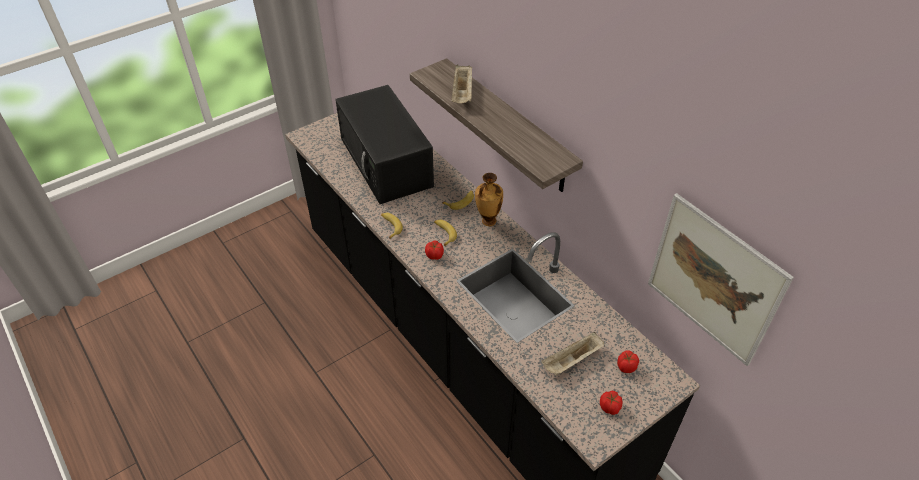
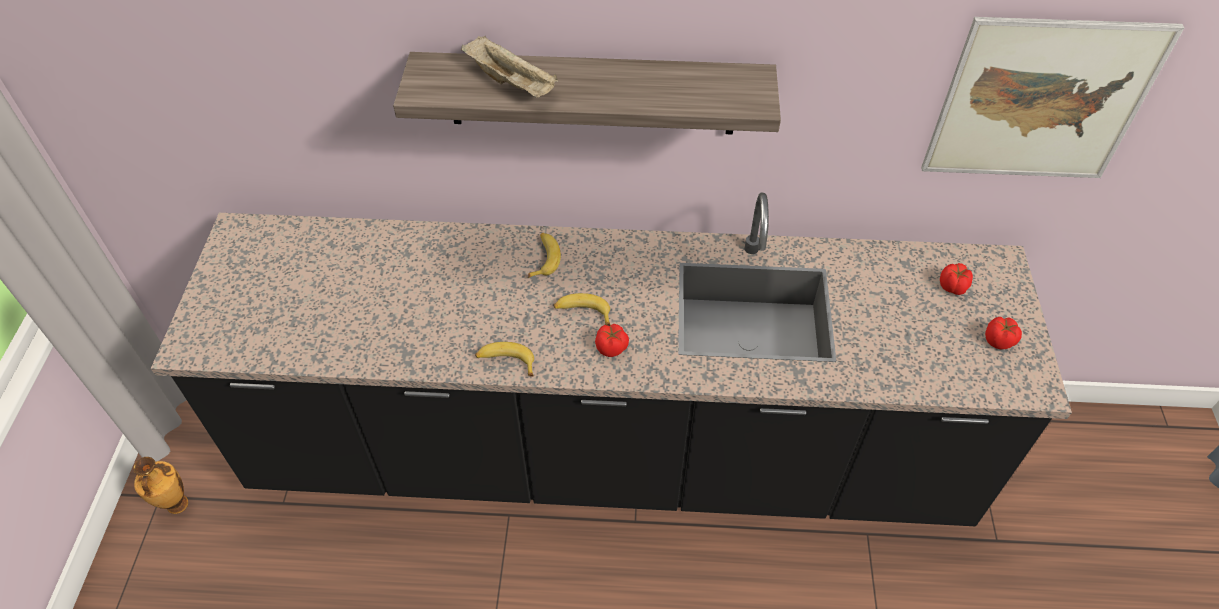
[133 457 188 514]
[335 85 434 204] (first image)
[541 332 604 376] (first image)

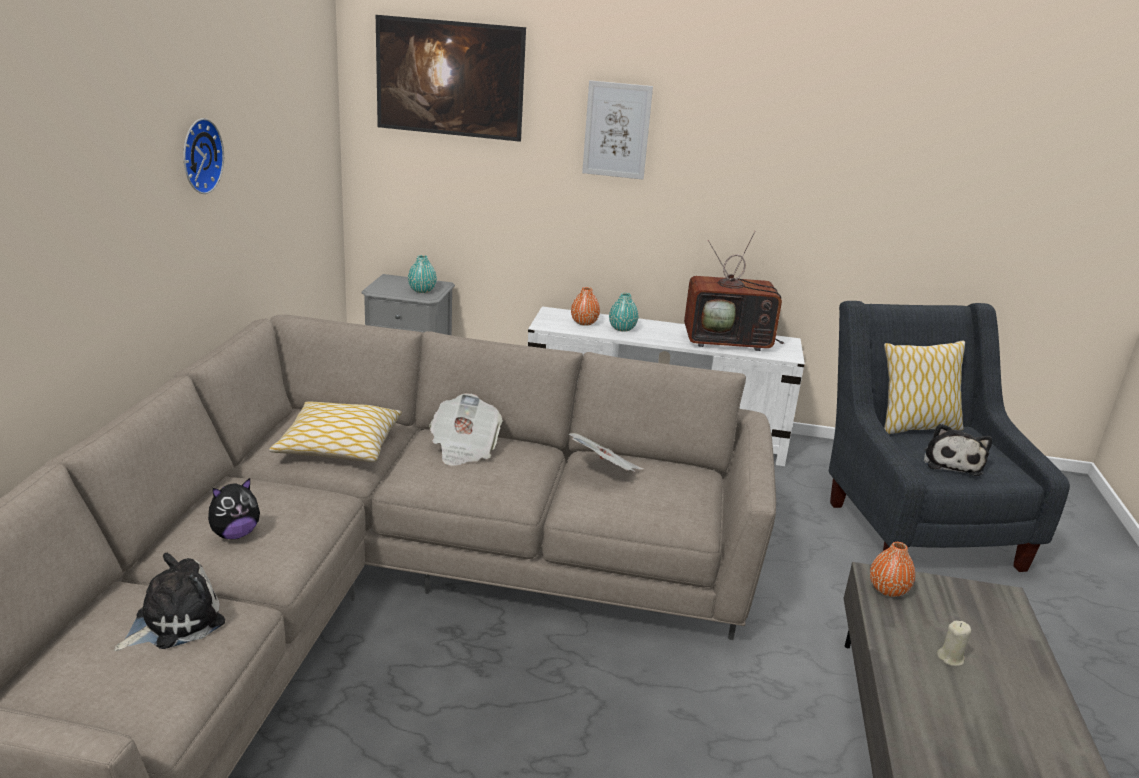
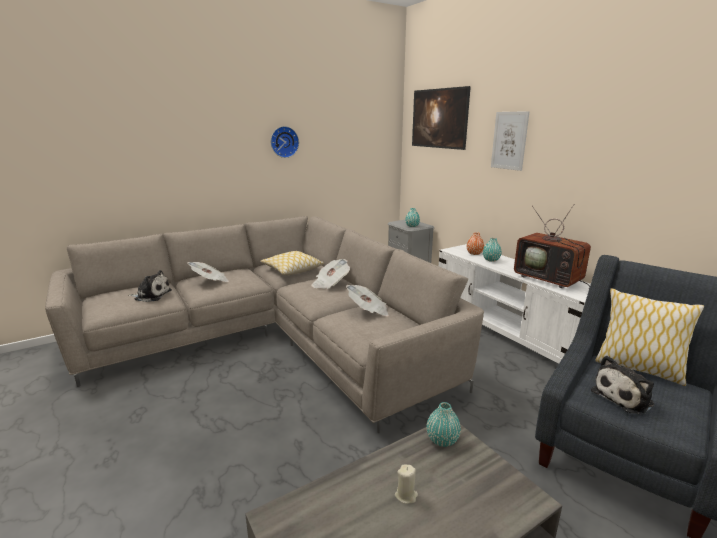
[187 262 229 282]
[426 402 461 447]

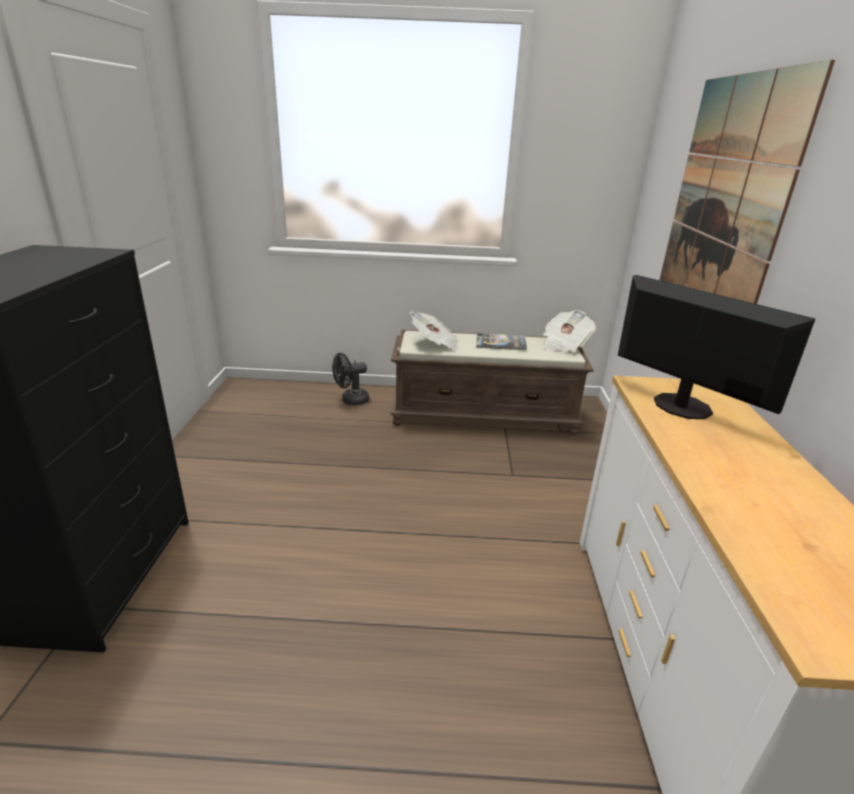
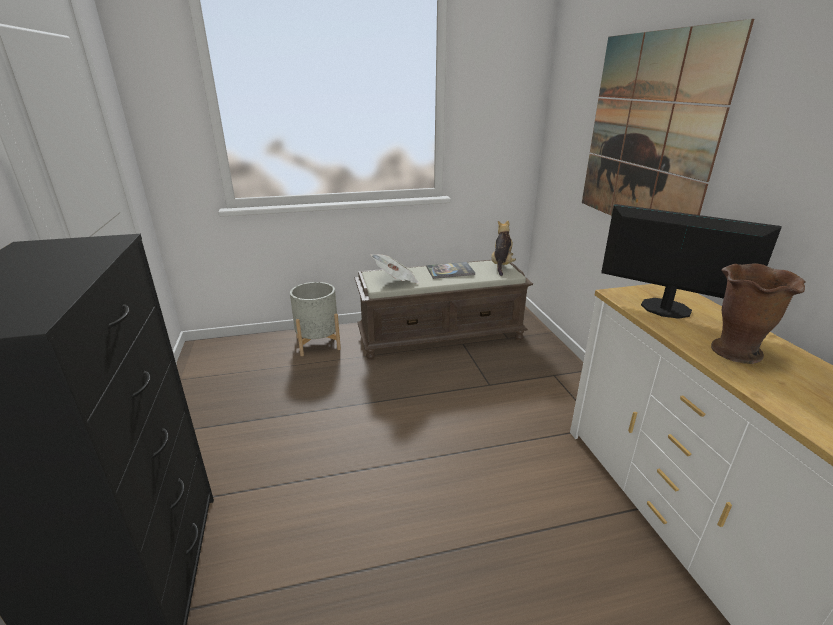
[290 282 341 356]
[491 220 516 276]
[711 264 806 364]

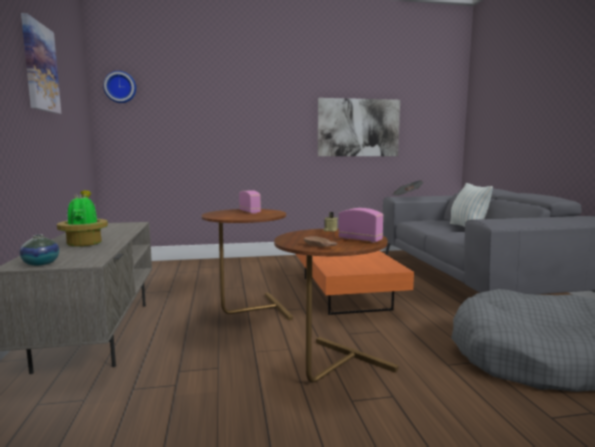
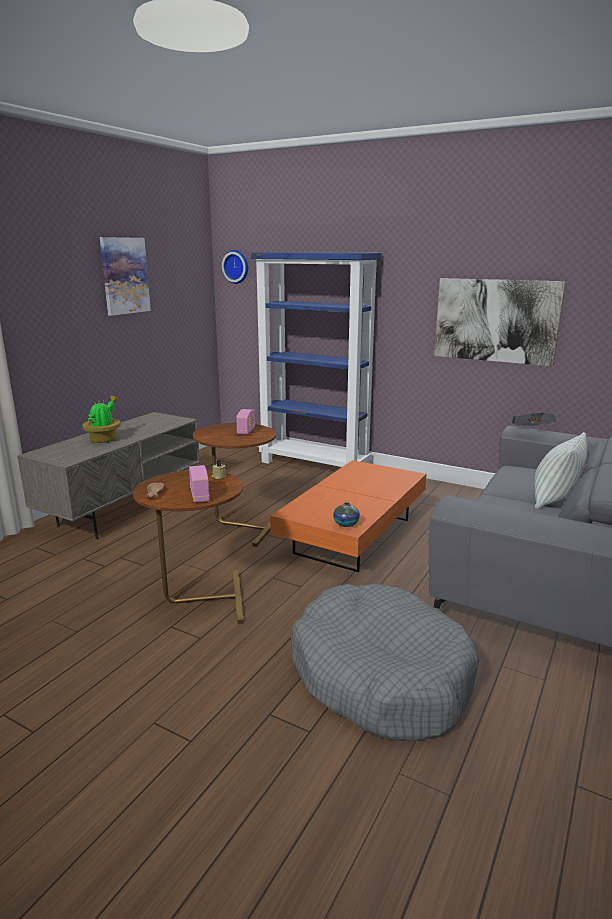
[251 252 382 467]
[333 502 360 527]

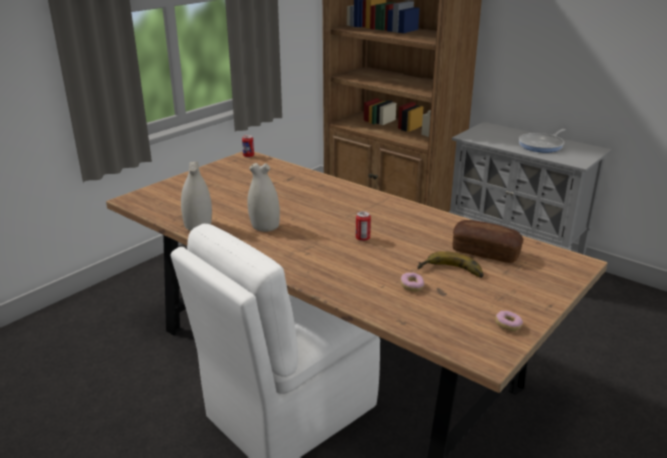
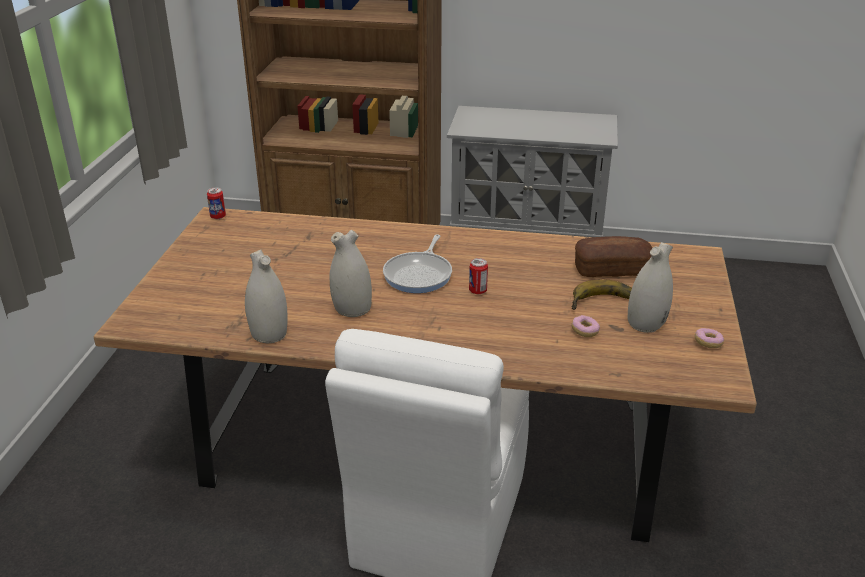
[383 234 452 293]
[628 242 673 333]

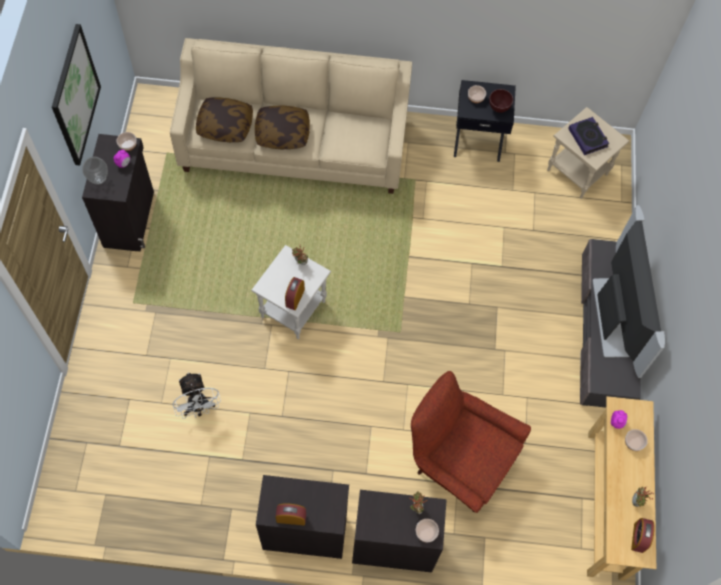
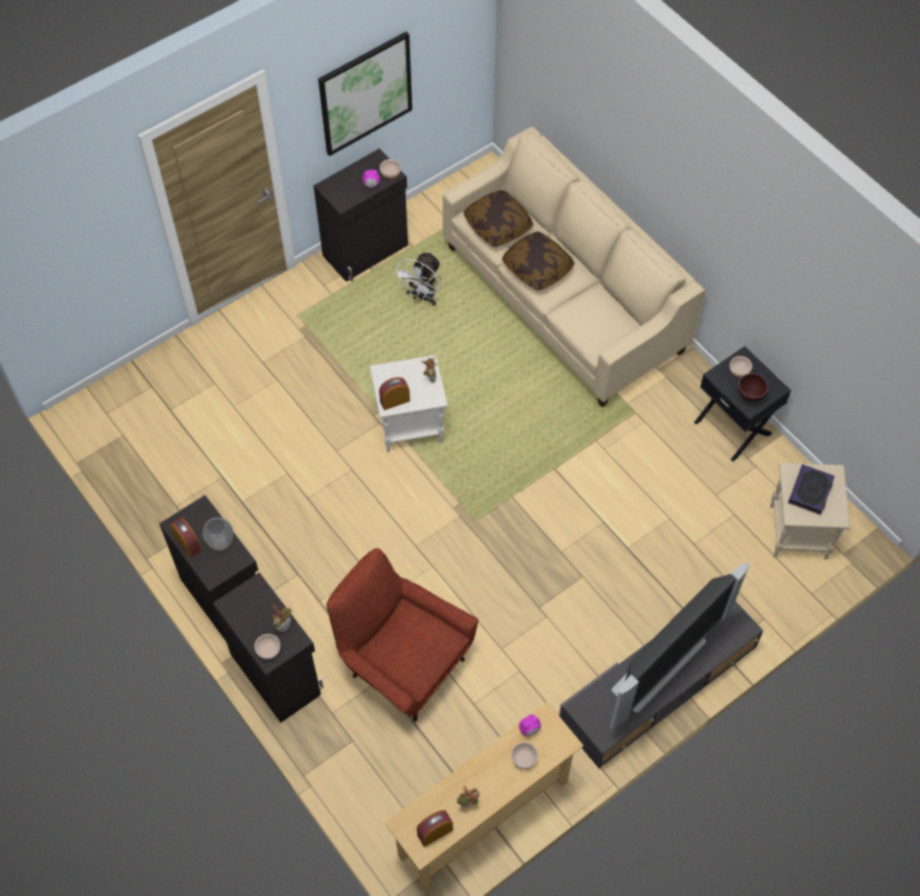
[202 517 233 550]
[326 548 478 722]
[394 252 441 306]

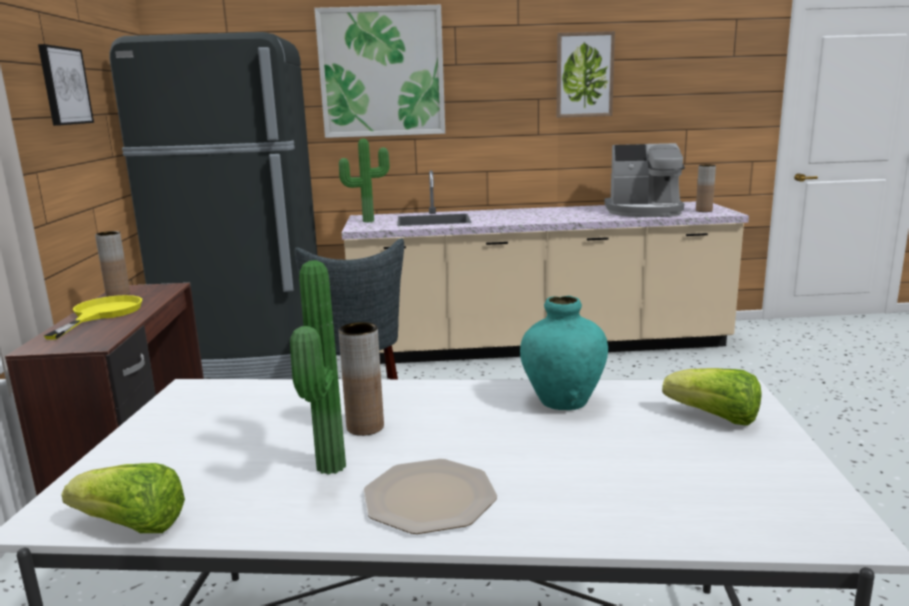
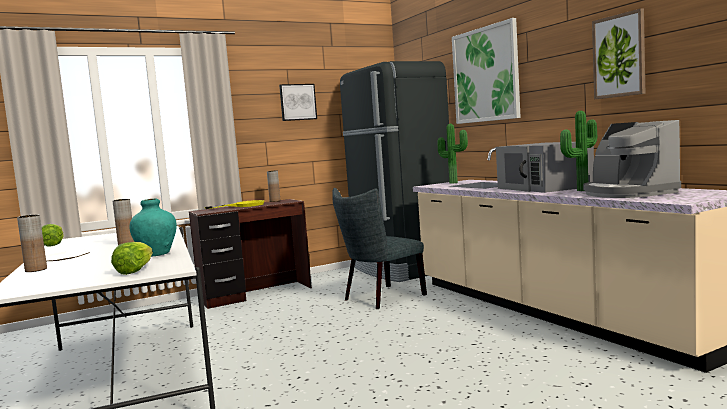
[17 214 47 272]
[496 142 594 193]
[560 111 597 191]

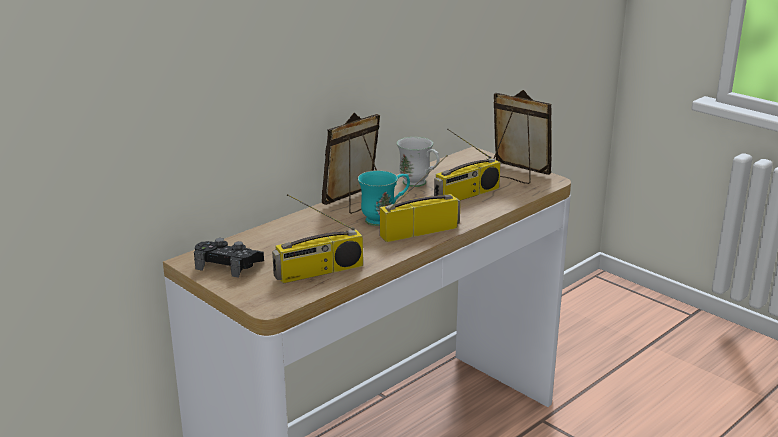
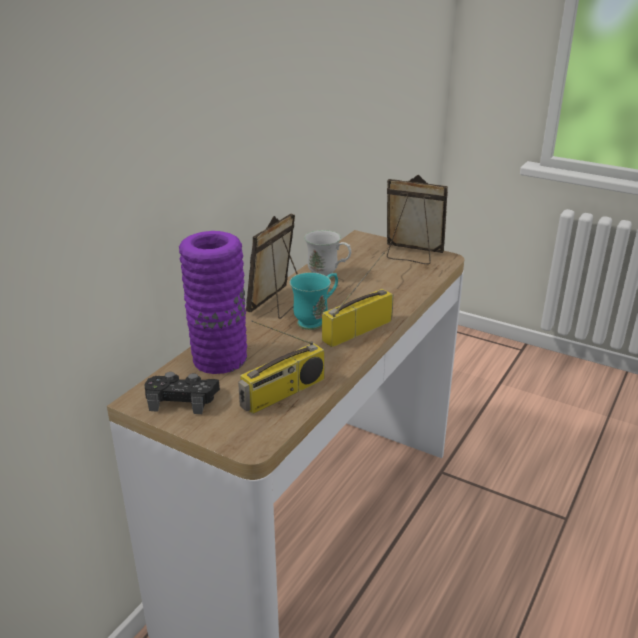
[179 231 247 374]
[434 129 501 201] (first image)

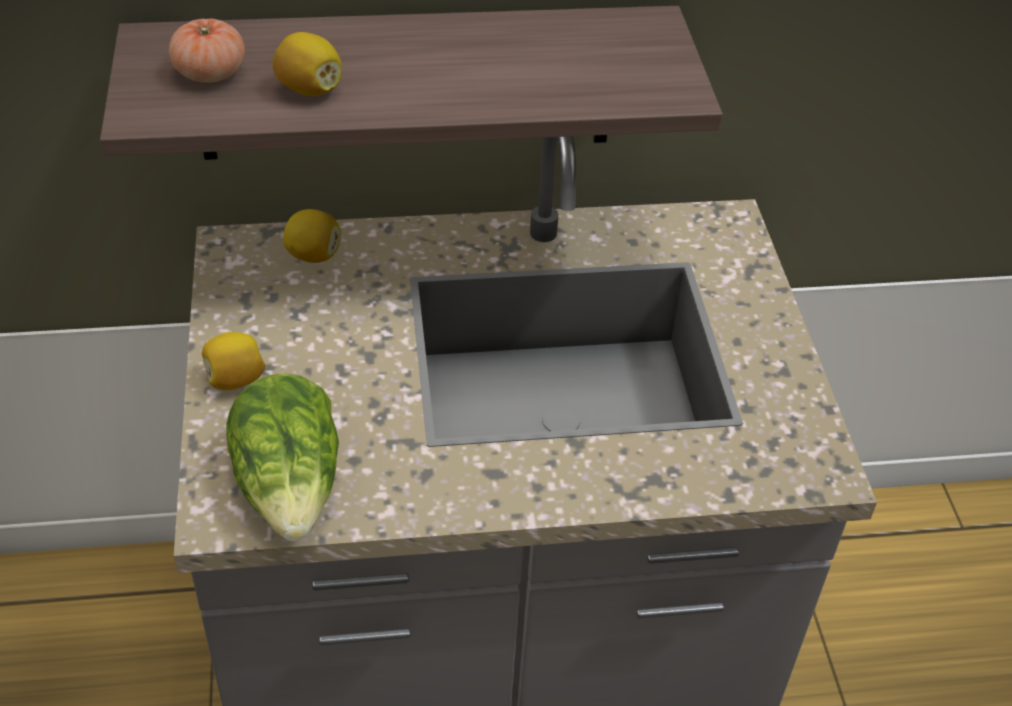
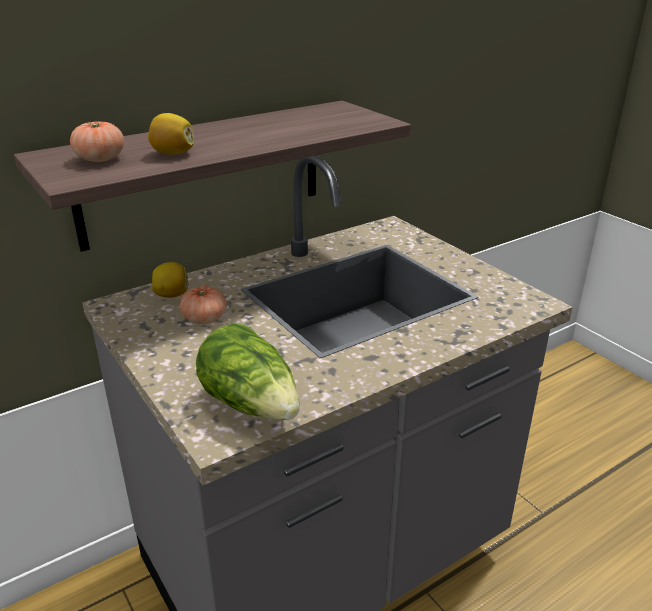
[180 286 226 324]
[202 332 266 390] (first image)

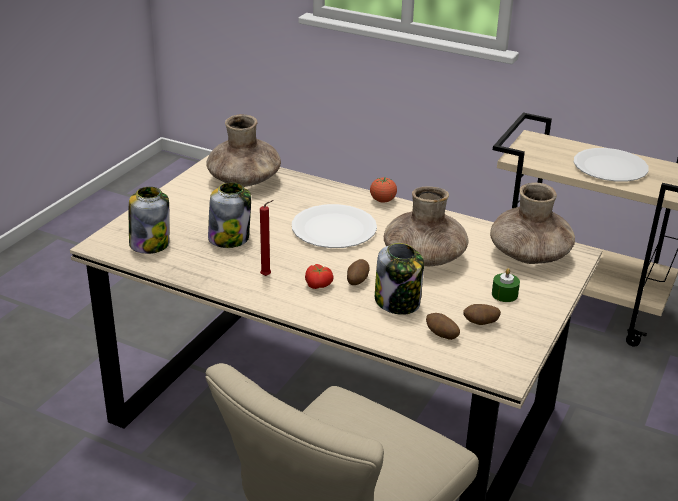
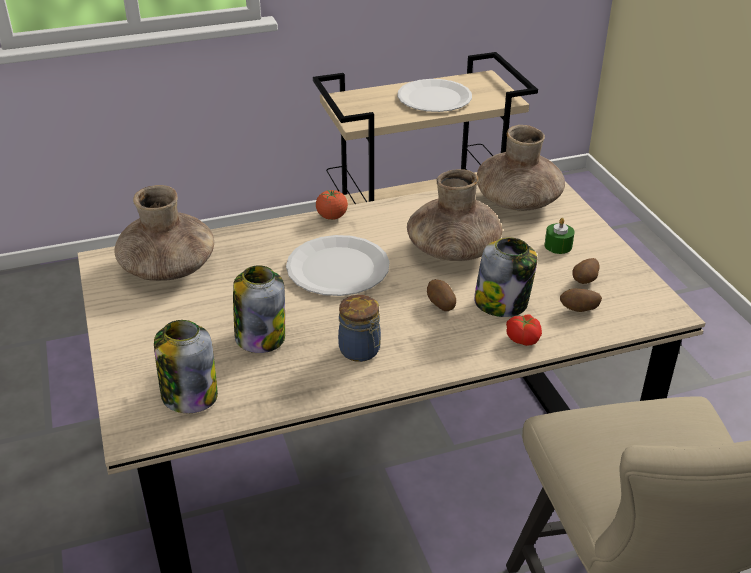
[338 295 381 362]
[506 315 542 346]

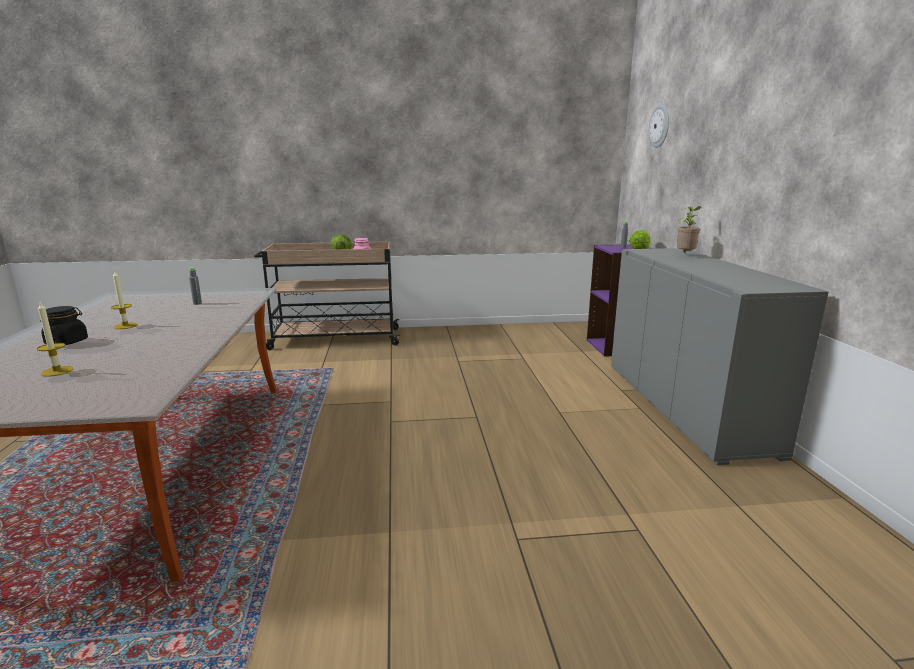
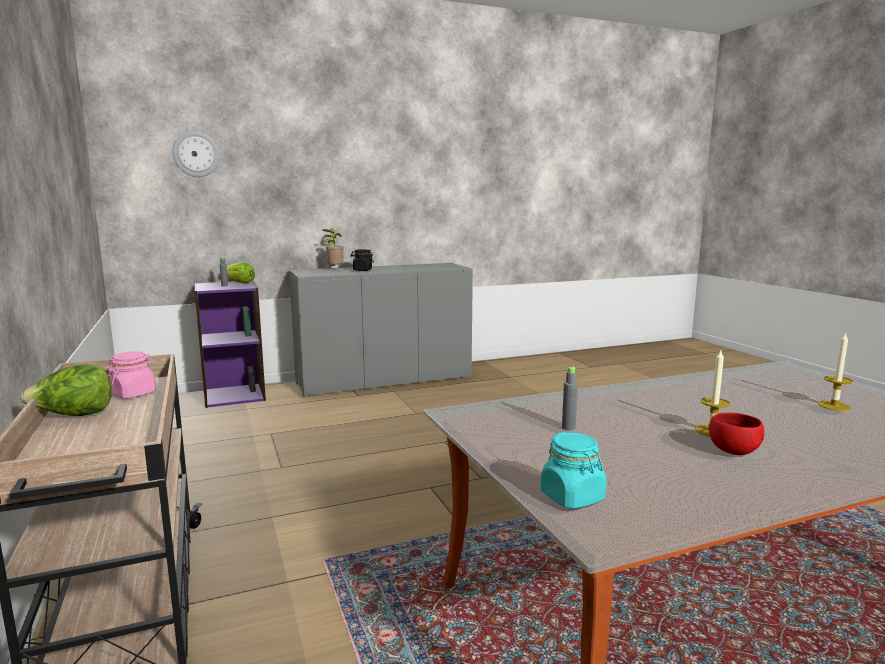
[350 249 374 271]
[541 432 606 509]
[709 412 764 455]

